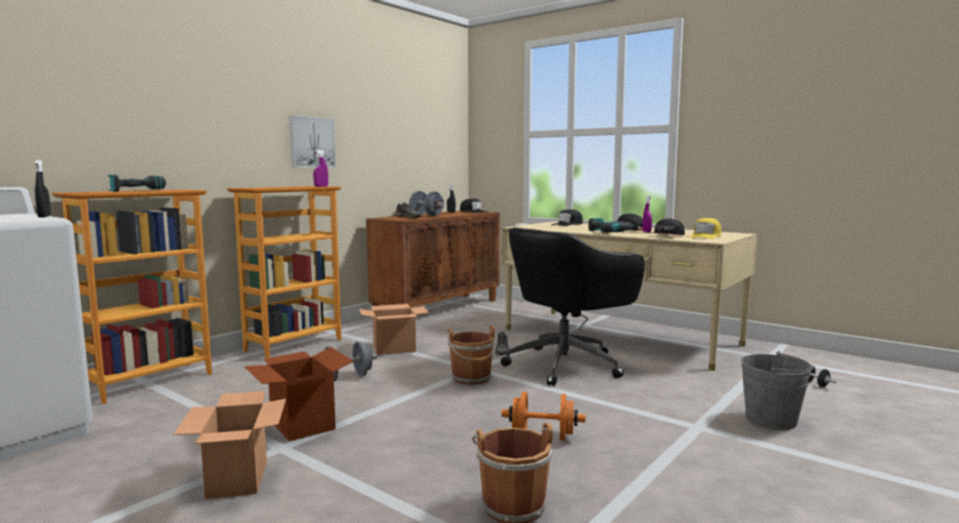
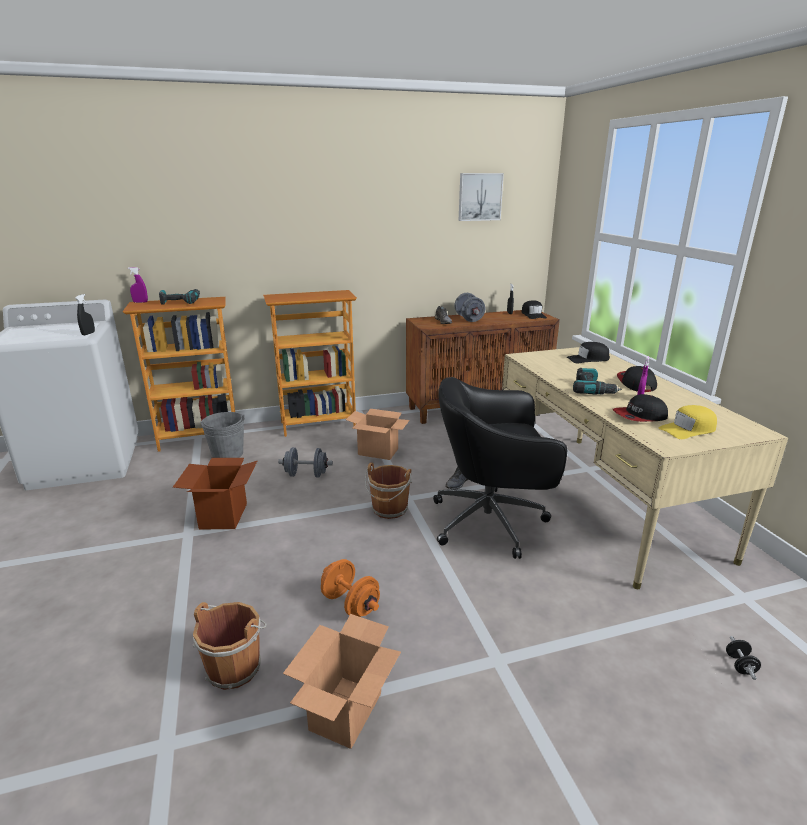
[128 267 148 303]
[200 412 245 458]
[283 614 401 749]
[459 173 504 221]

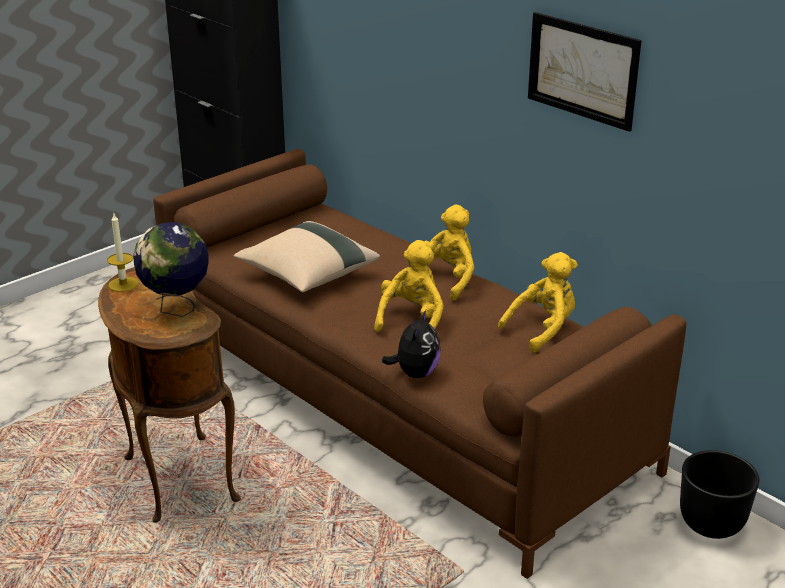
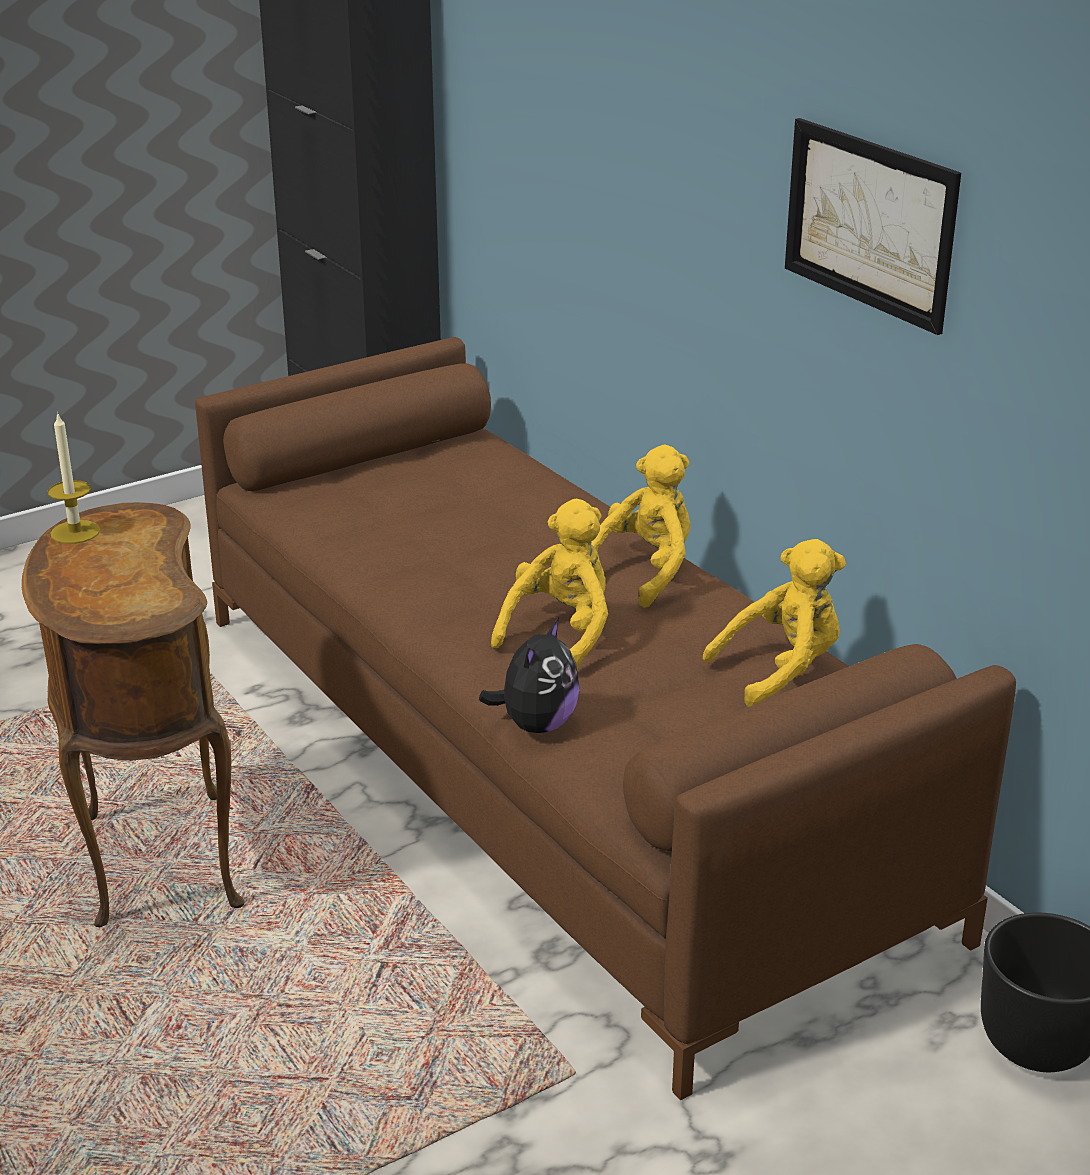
[133 222 209 317] (first image)
[234 221 380 292] (first image)

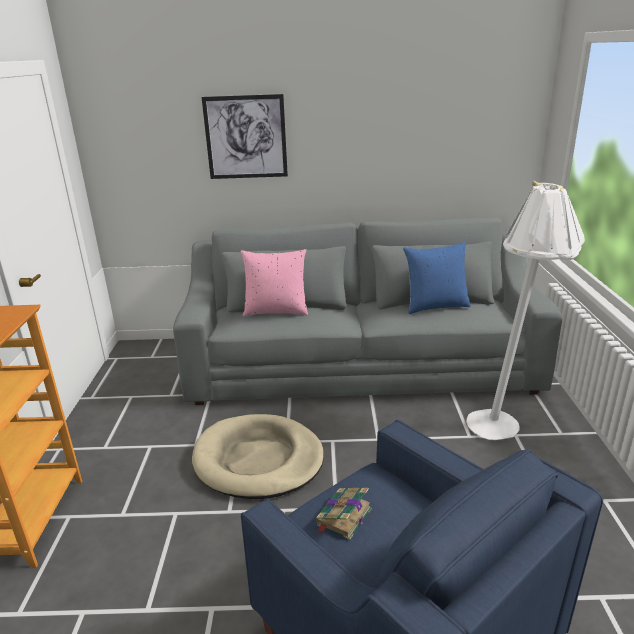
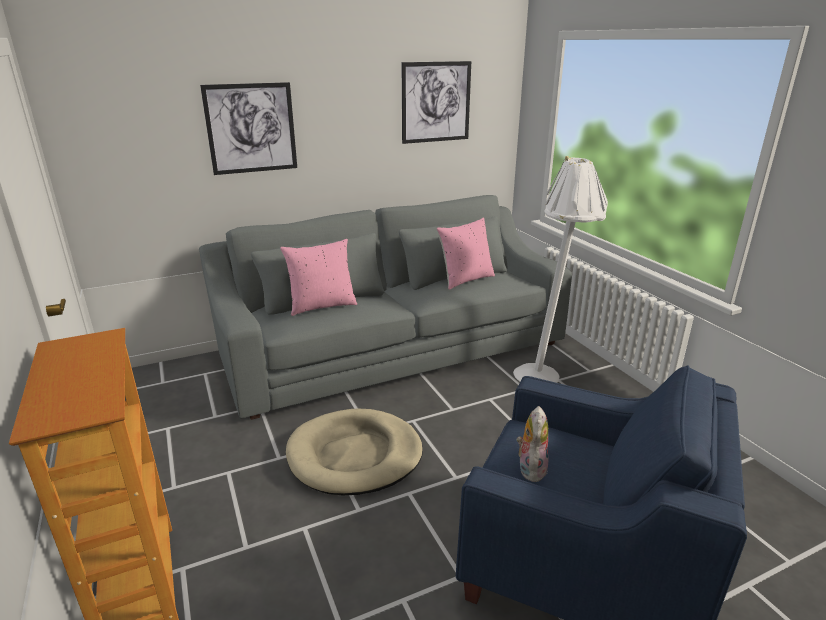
[402 61 471 144]
[436 218 495 290]
[517 406 548 484]

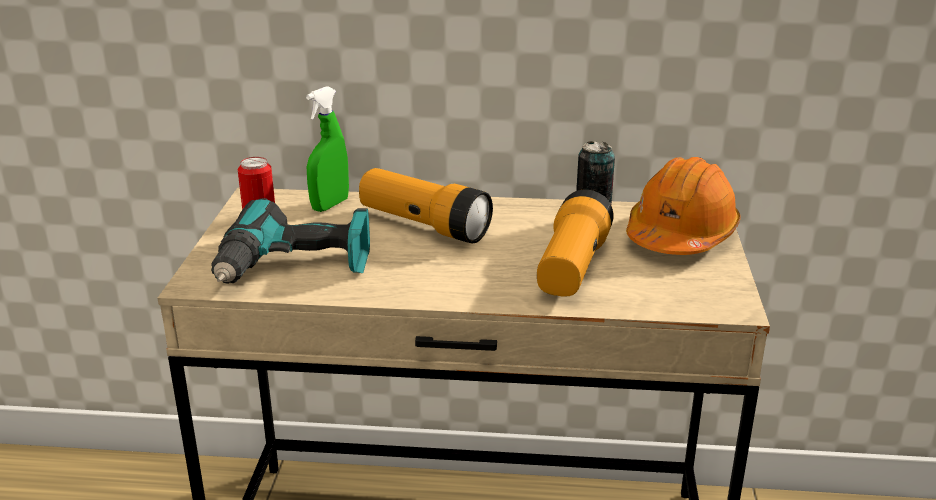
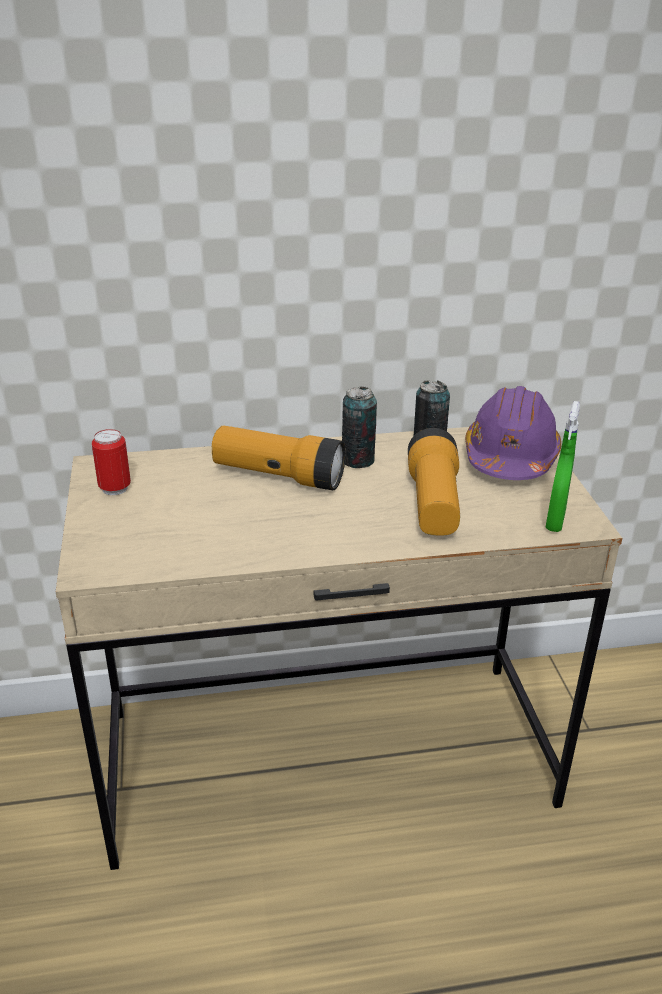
[342 387 377 468]
[465 386 561 480]
[545 401 580 532]
[211 198 370 284] (first image)

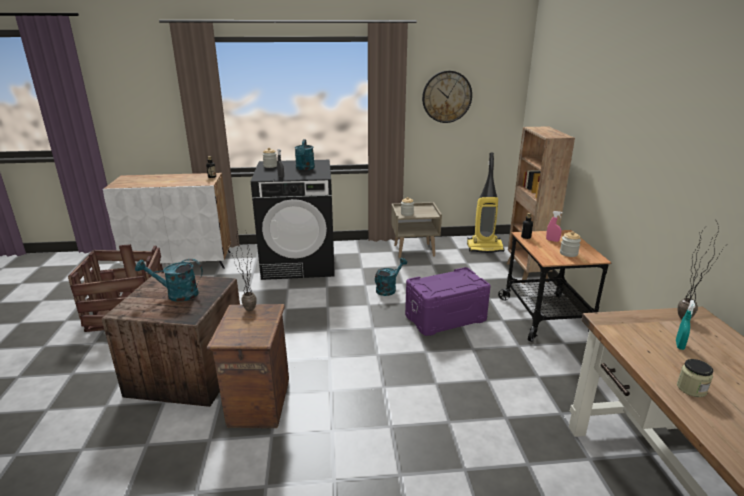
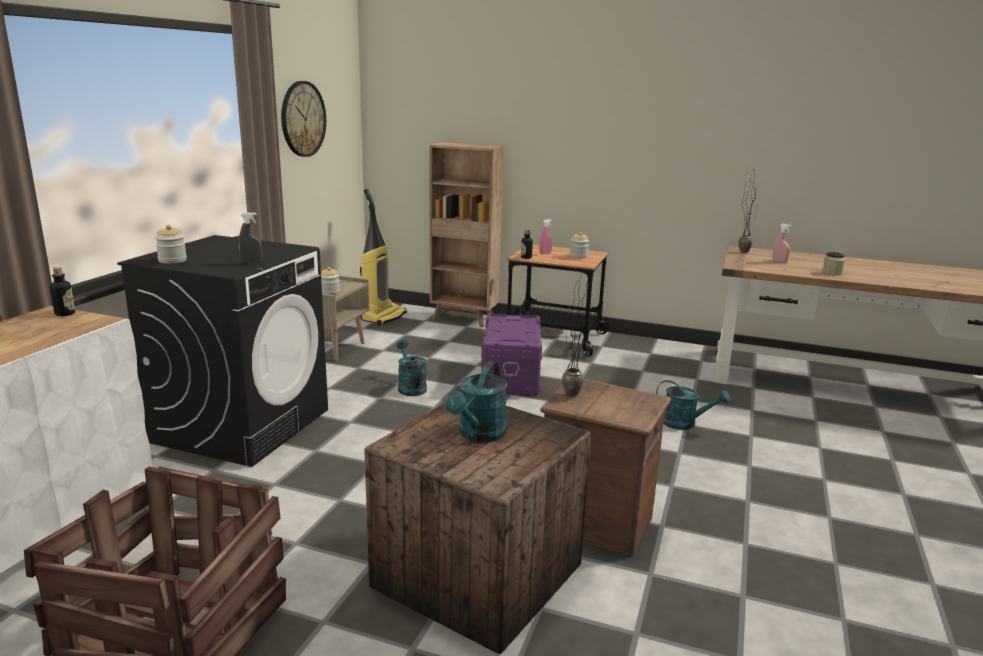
[656 380 730 430]
[772 224 792 263]

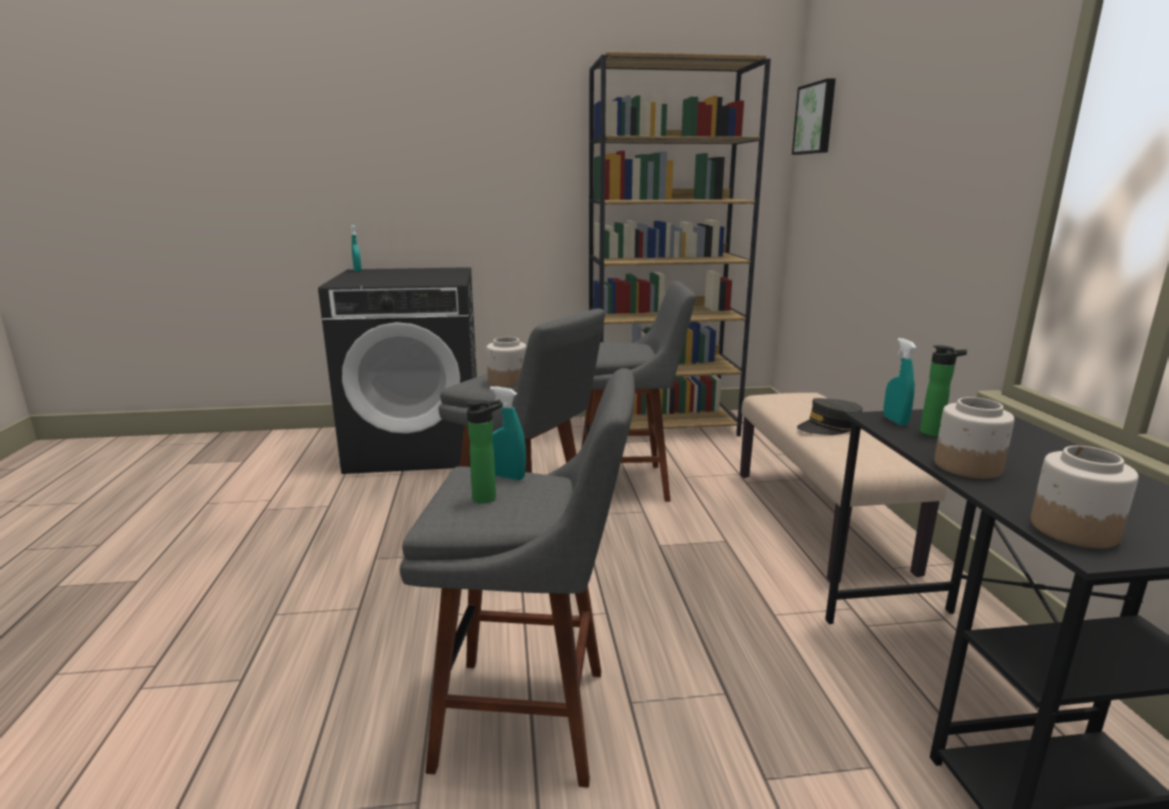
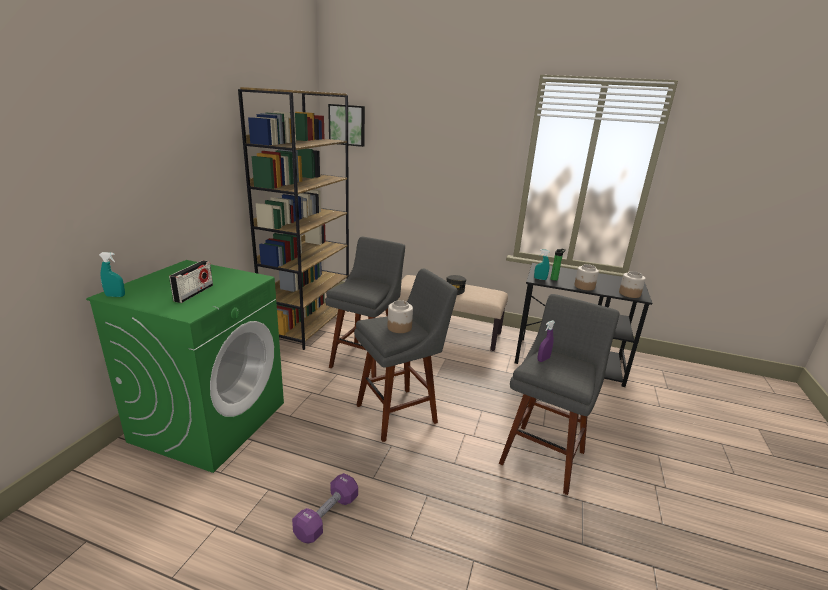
[86 260 284 473]
[169 260 213 303]
[292 473 358 544]
[538 320 555 362]
[466 400 502 504] (first image)

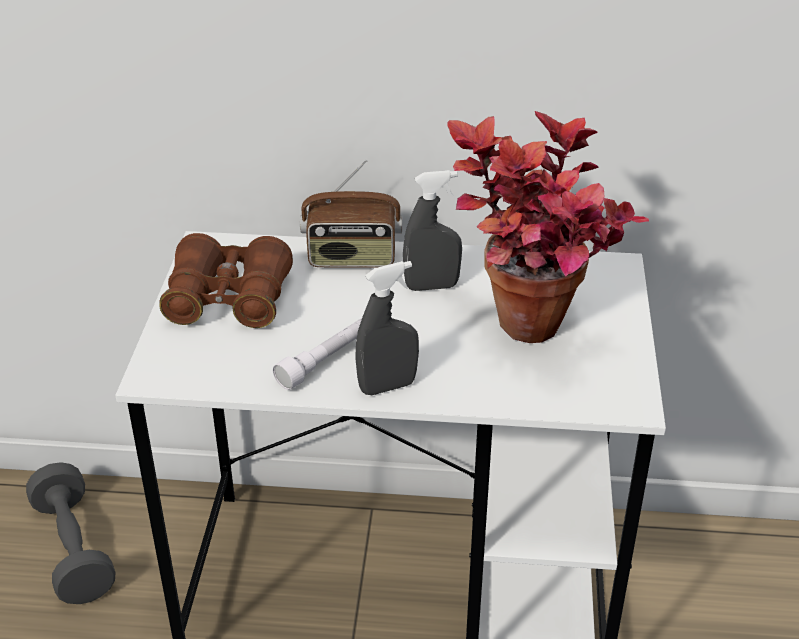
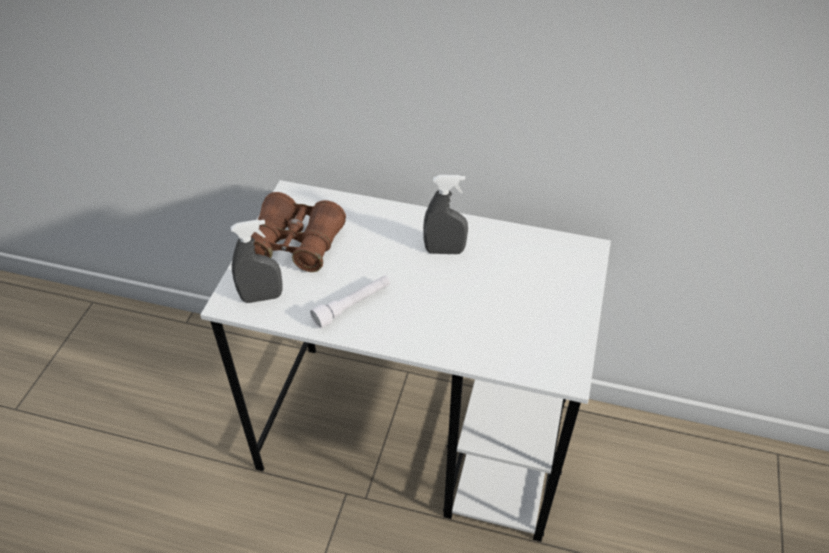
[231 220 283 303]
[26 462 116 604] (first image)
[300 160 402 268] (first image)
[448 111 649 343] (first image)

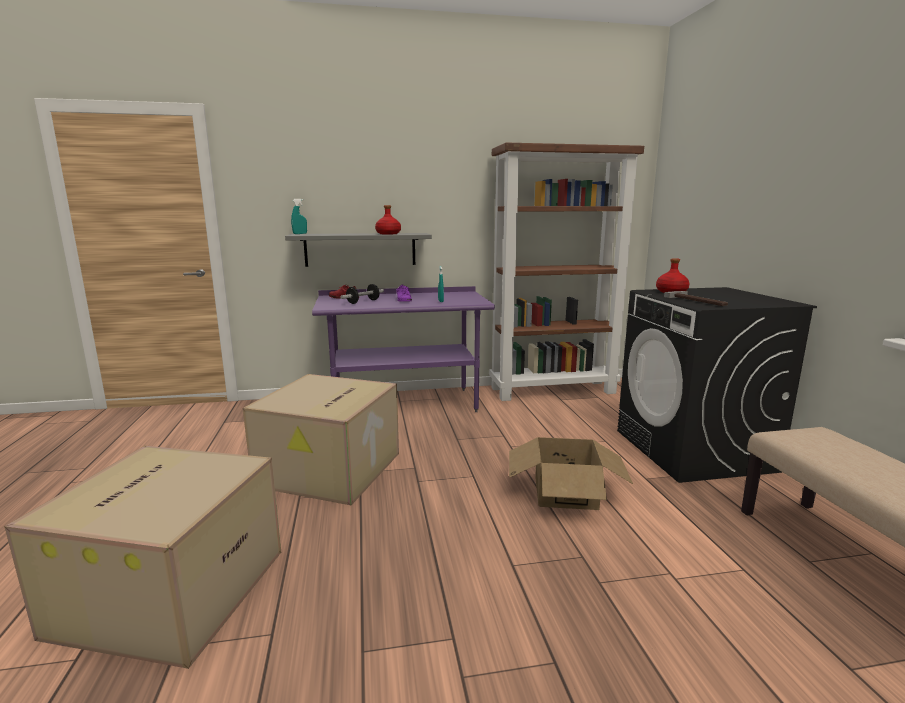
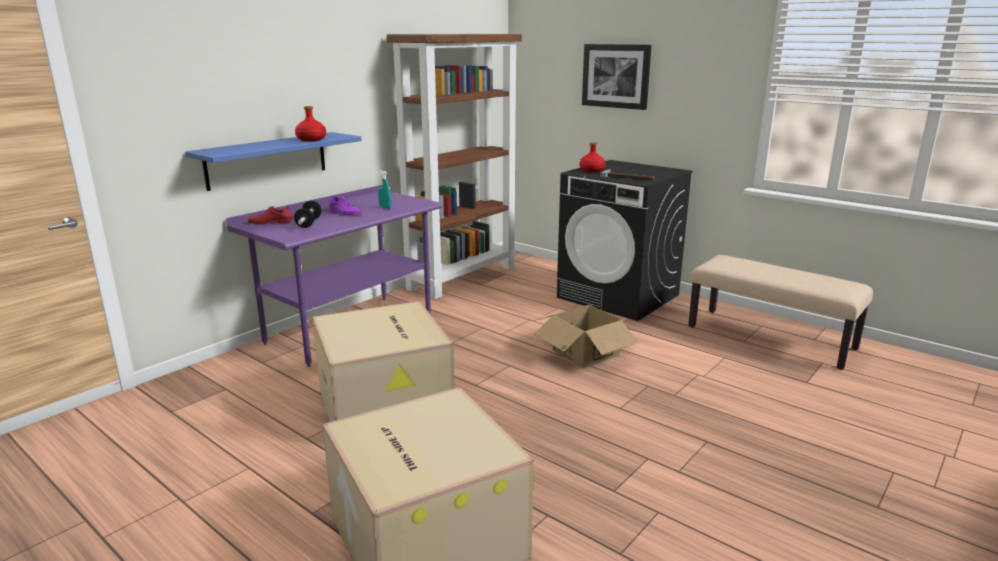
[185 132 361 191]
[582 44 652 110]
[291 199 307 234] (first image)

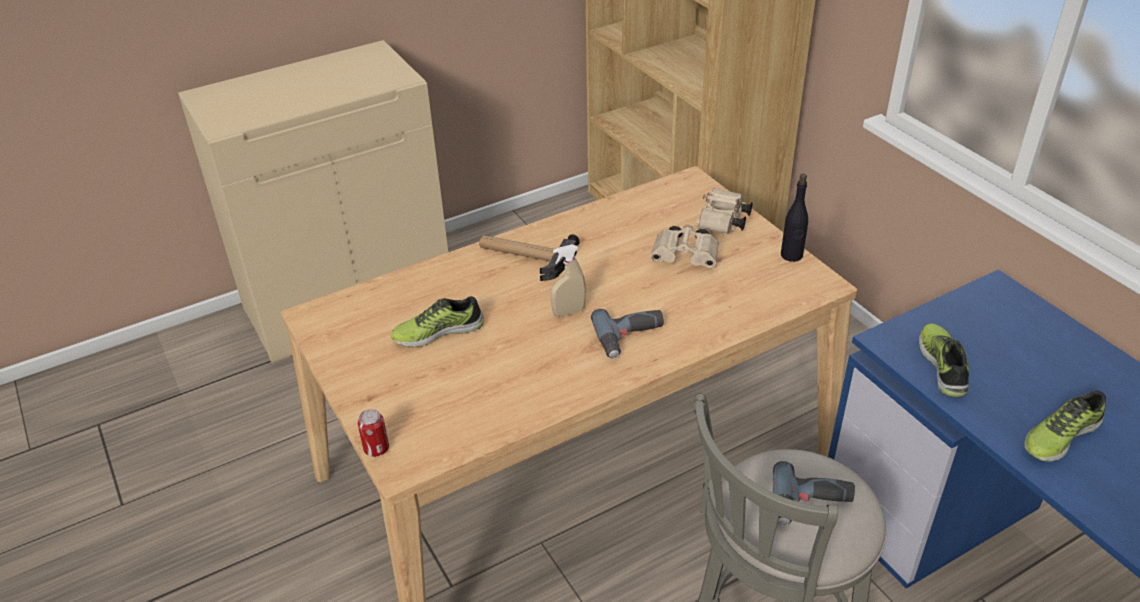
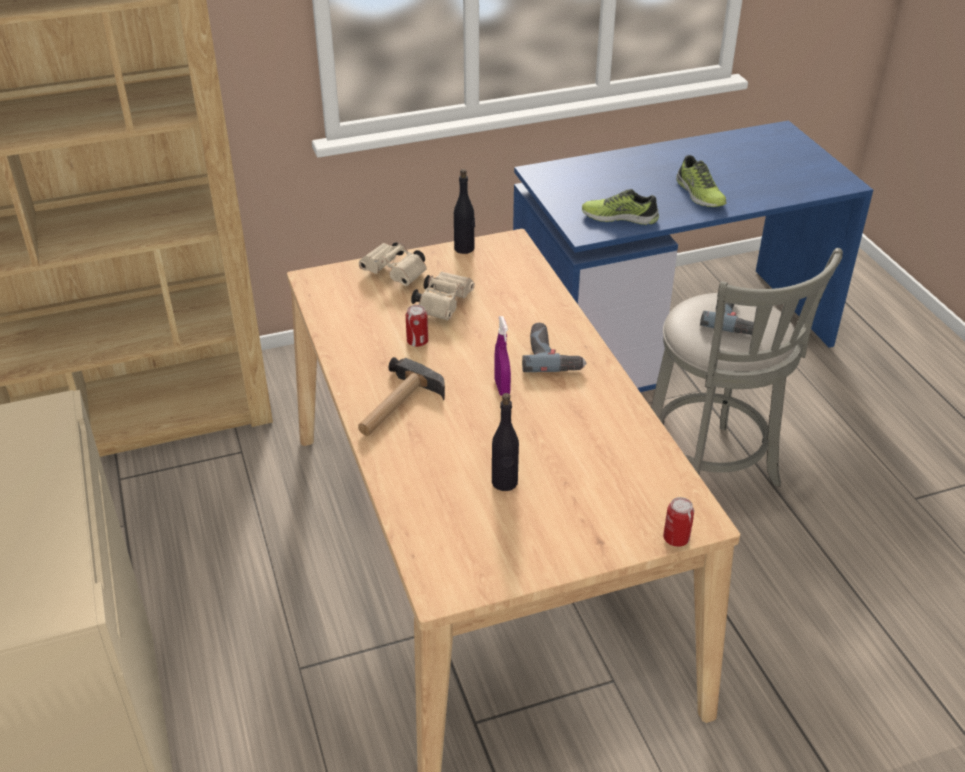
[406 305 428 347]
[492 393 519 491]
[494 316 511 396]

